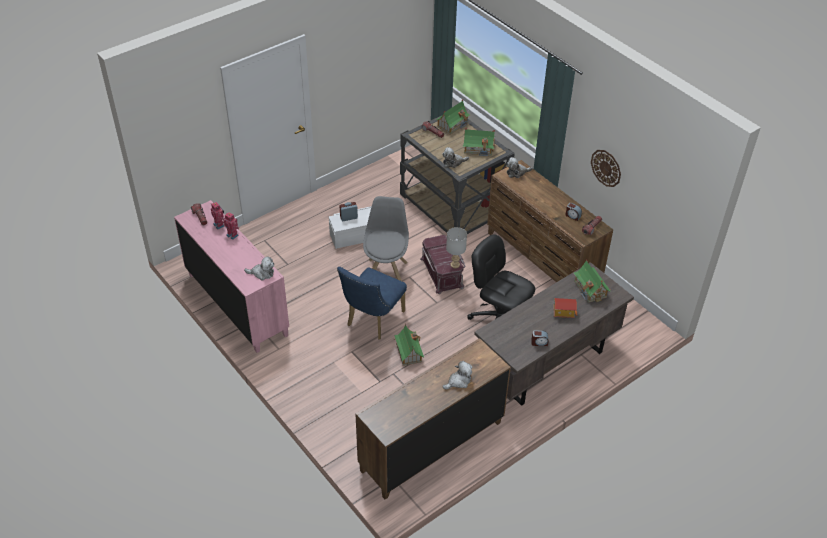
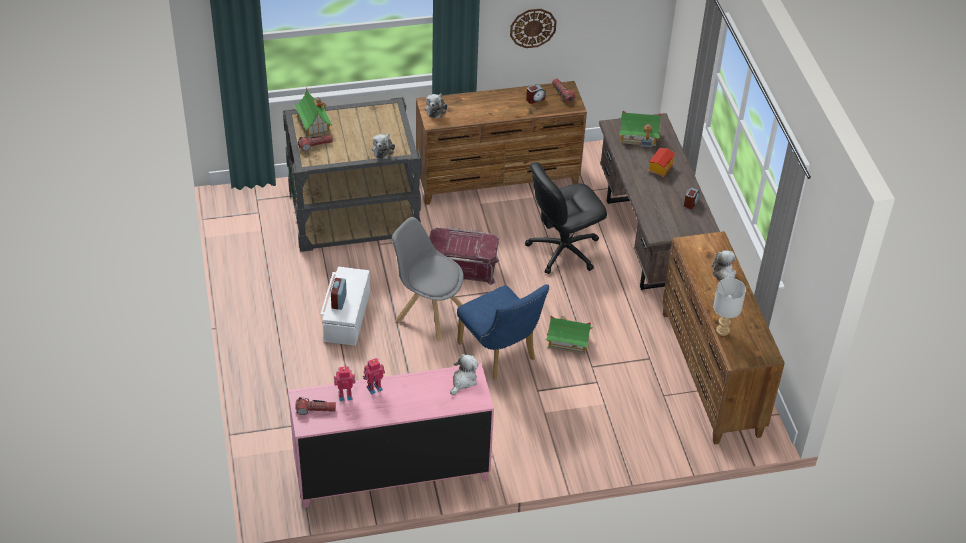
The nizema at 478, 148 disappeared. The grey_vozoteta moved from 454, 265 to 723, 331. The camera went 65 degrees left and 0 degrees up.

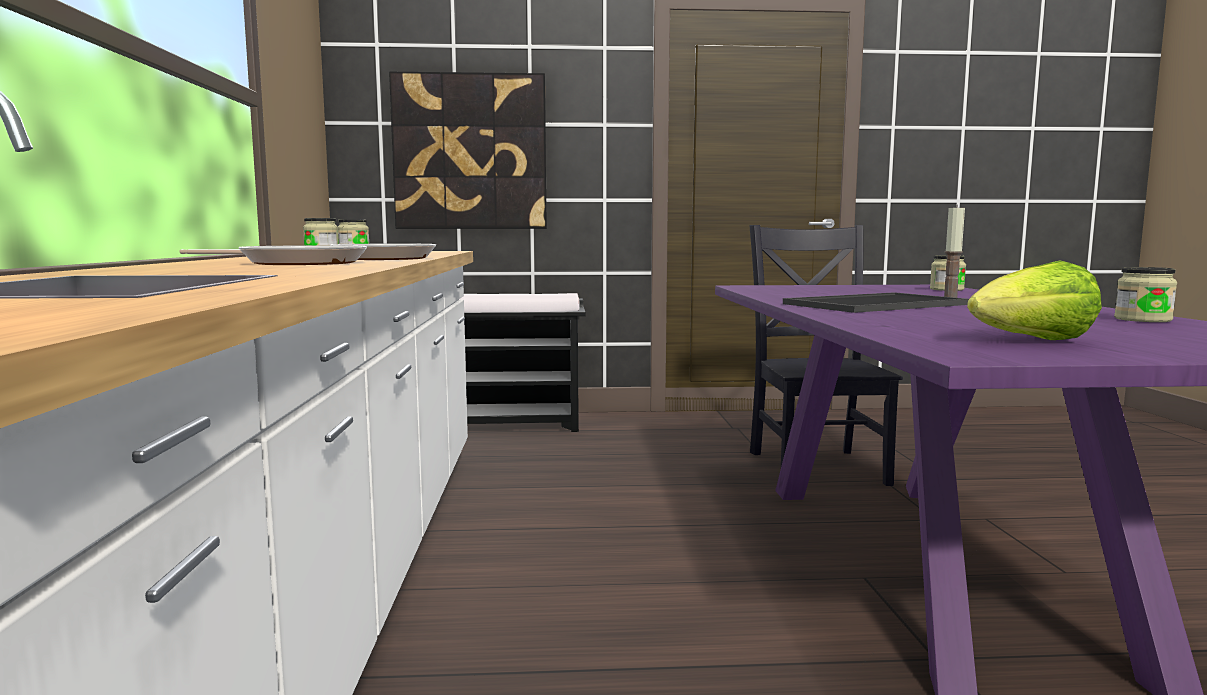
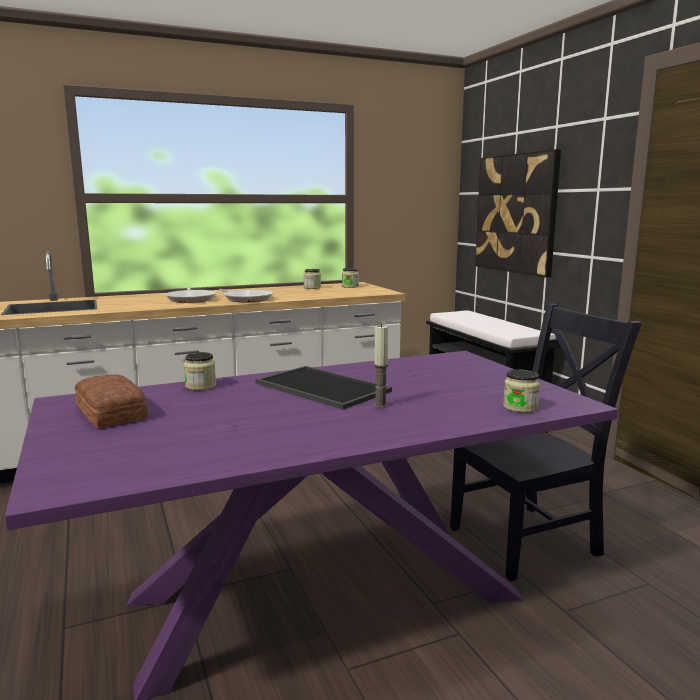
The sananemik at 1031, 341 was replaced by the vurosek at 109, 412. The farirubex moved from 1142, 319 to 200, 386. The camera went 70 degrees right and 5 degrees up.

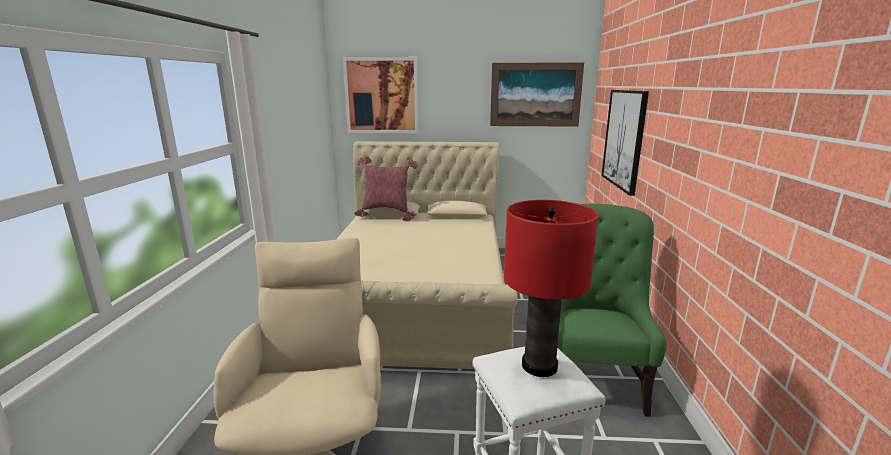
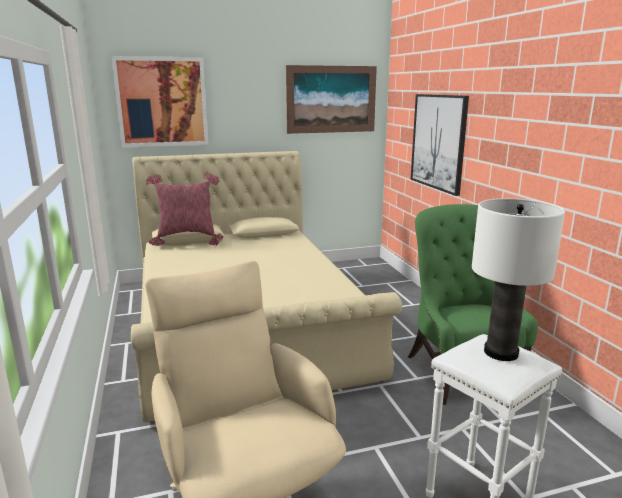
The red_vozoteta at 539, 365 became the white_vozoteta at 500, 352. The camera went 20 degrees left and 0 degrees up.

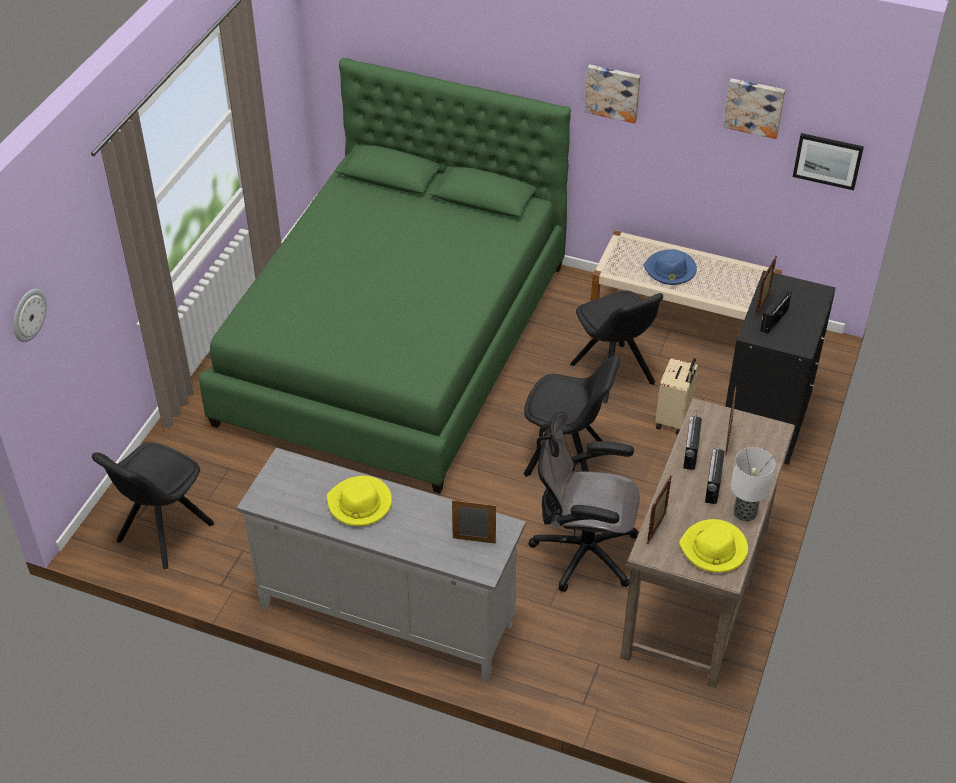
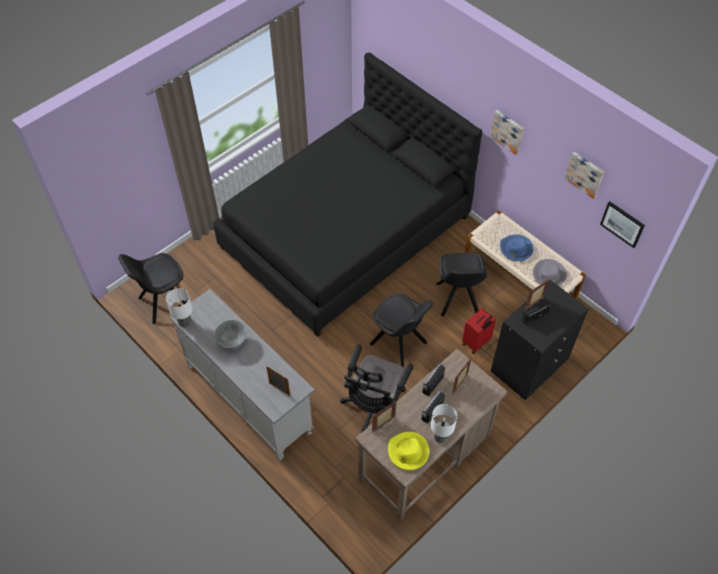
The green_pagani at 396, 342 became the black_pagani at 346, 232. The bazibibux at 28, 314 disappeared. The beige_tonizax at 674, 420 became the red_tonizax at 476, 342. The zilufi at 584, 553 turned 105 degrees counterclockwise. The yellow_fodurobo at 359, 504 was replaced by the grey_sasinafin at 233, 341. The grey_fodurobo at 549, 275 appeared. The vozoteta at 184, 322 appeared. The camera went 25 degrees right and 10 degrees up.

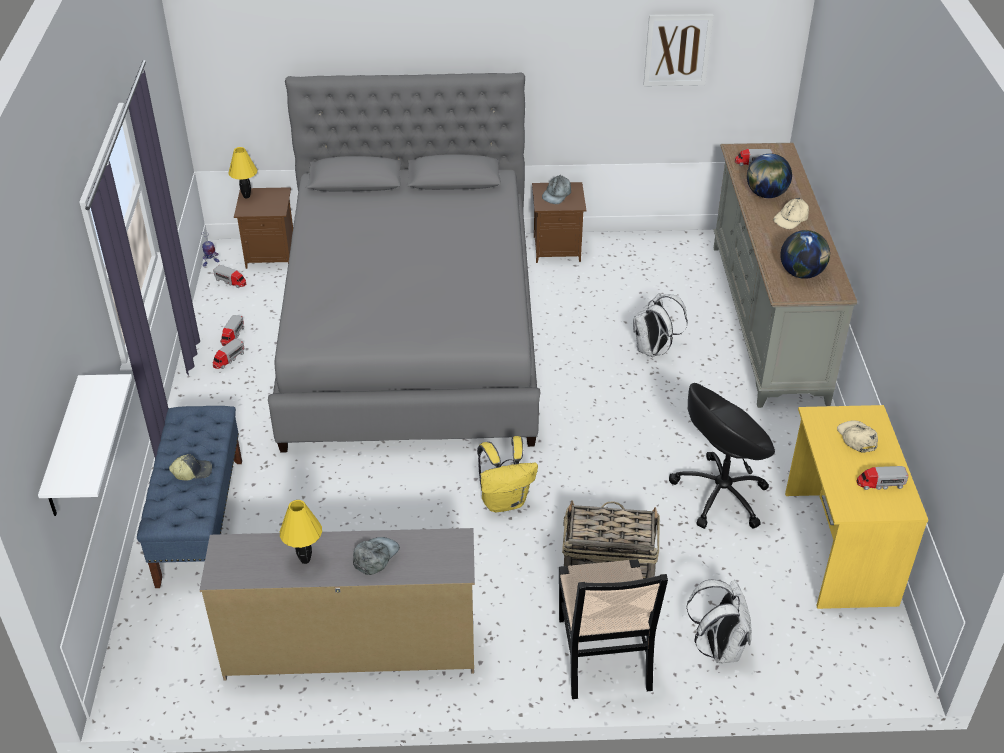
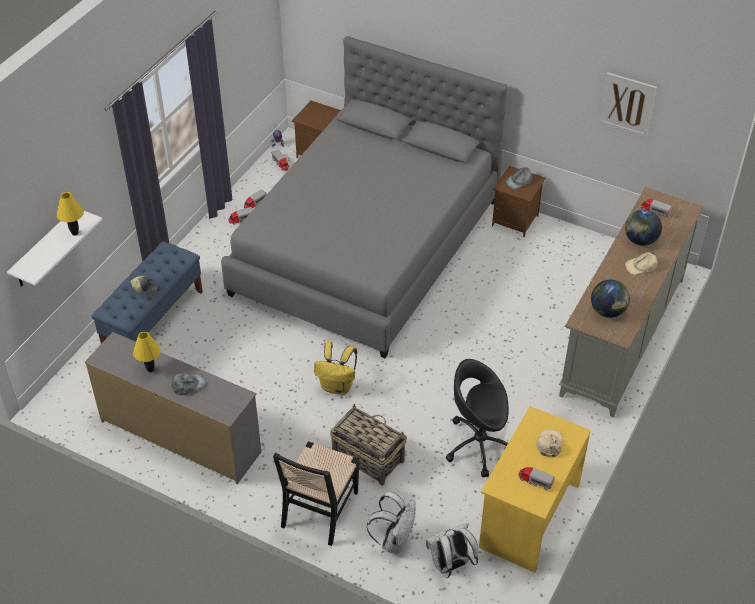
The yellow_vozoteta moved from 246, 196 to 75, 233. The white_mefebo moved from 653, 350 to 450, 565. The camera went 30 degrees right and 5 degrees up.

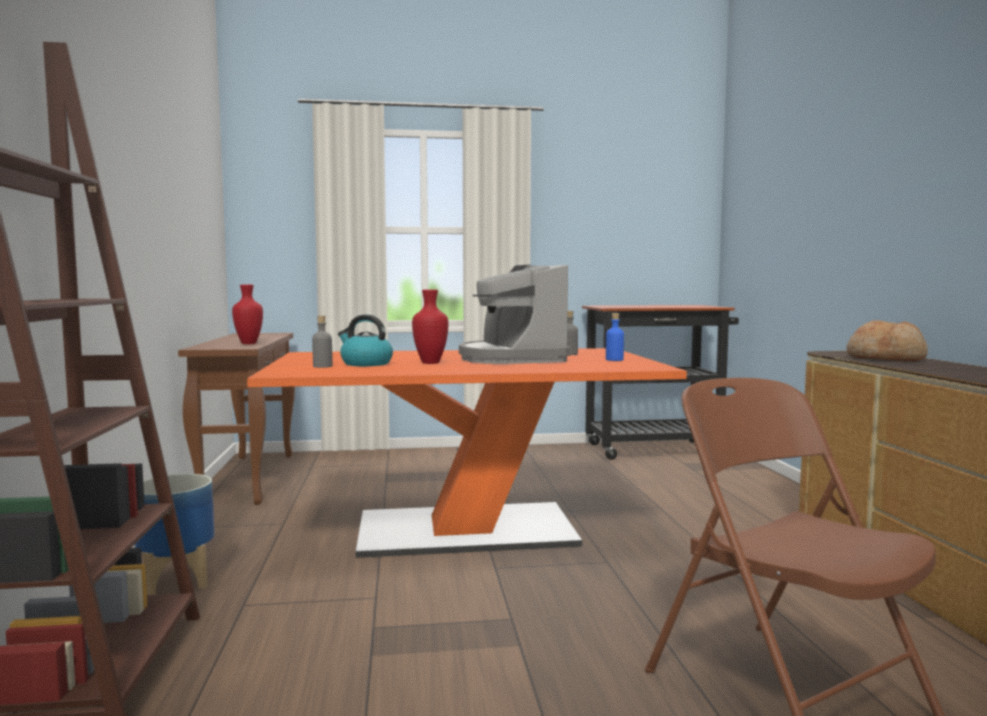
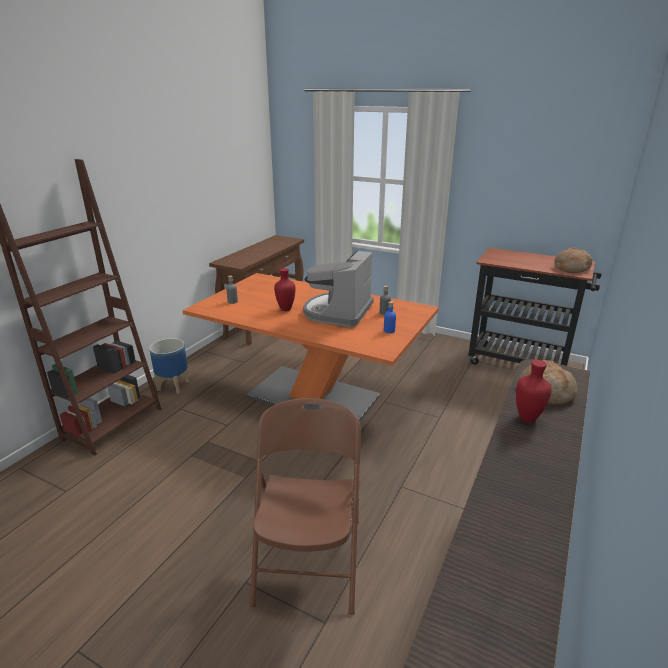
The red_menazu moved from 250, 343 to 528, 418. The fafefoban at 365, 364 disappeared. The vurosek at 571, 268 appeared. The camera went 35 degrees right and 20 degrees up.

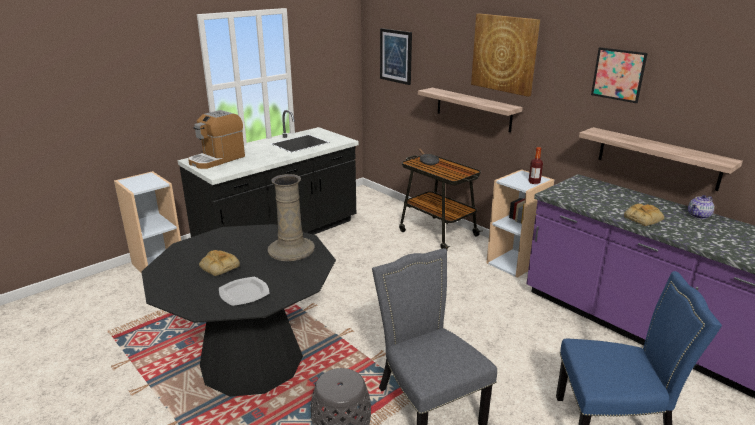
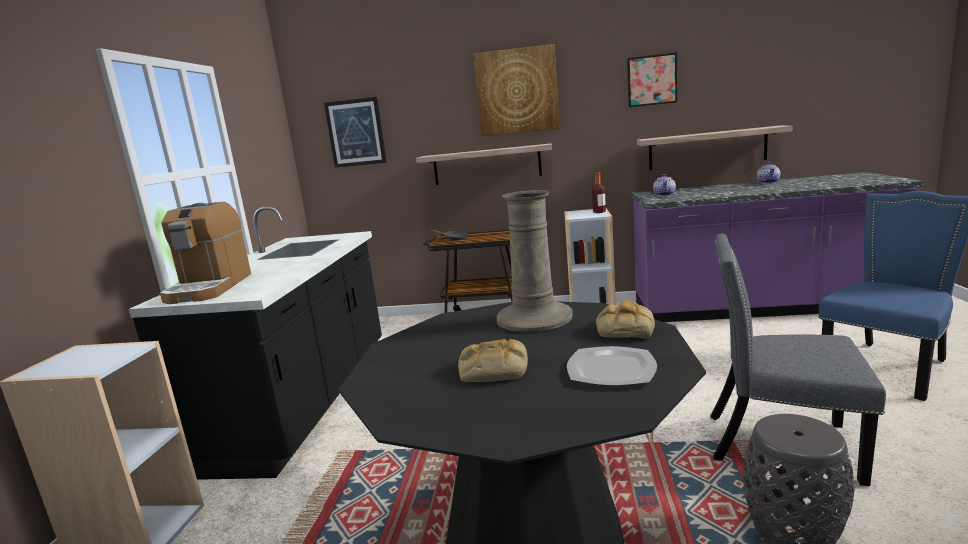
The vurosek moved from 642, 218 to 624, 328. The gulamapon at 664, 194 appeared. The camera went 40 degrees left and 10 degrees down.

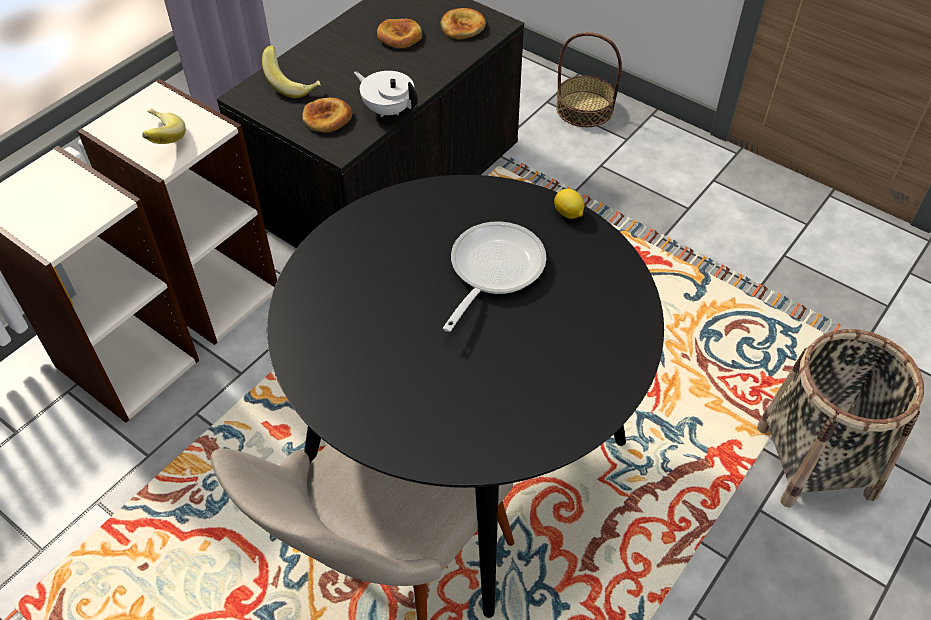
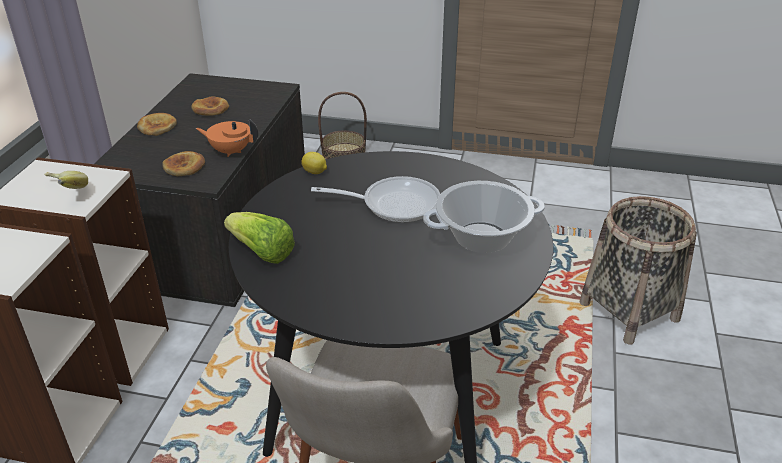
The vurosek moved from 463, 26 to 157, 127. The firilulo at 293, 85 disappeared. The white_gulamapon at 388, 109 became the orange_gulamapon at 230, 151. The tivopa moved from 568, 214 to 315, 172. The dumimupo at 492, 270 turned 90 degrees clockwise. The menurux at 482, 237 appeared. The sananemik at 262, 252 appeared. The camera went 25 degrees left and 15 degrees down.

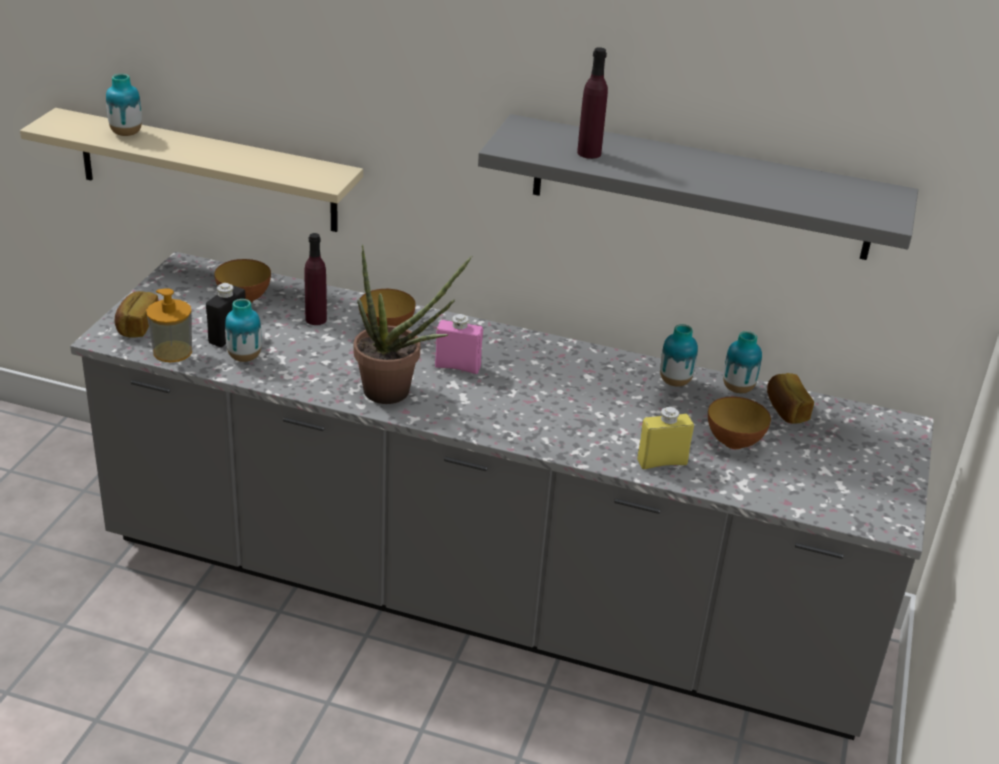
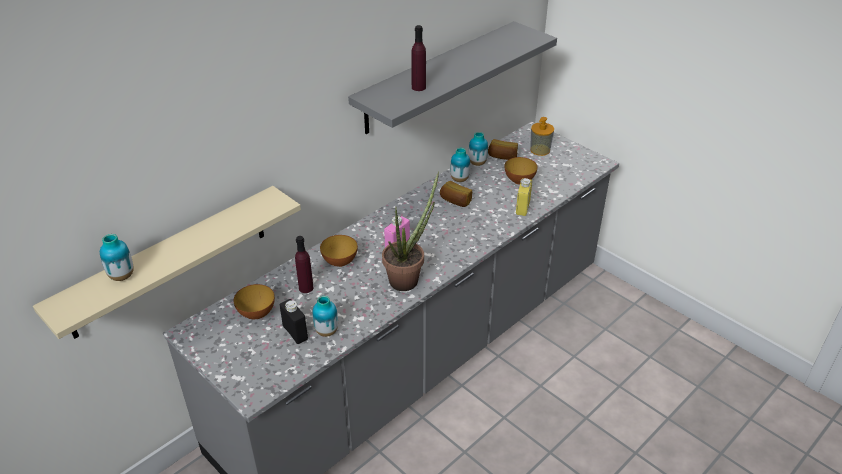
The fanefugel moved from 172, 351 to 540, 150. The vurosek moved from 136, 326 to 455, 201. The camera went 60 degrees left and 5 degrees up.

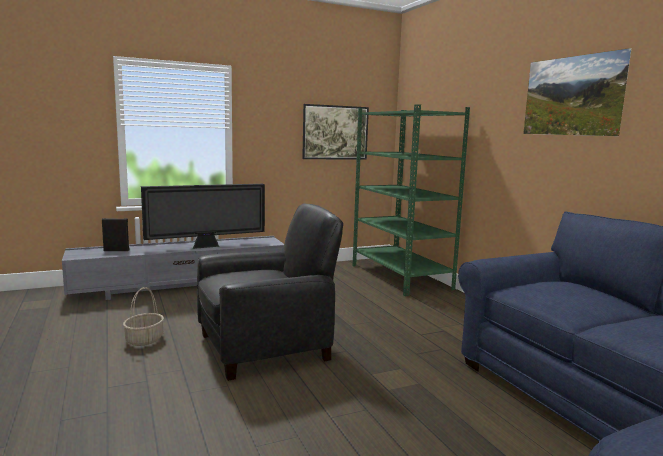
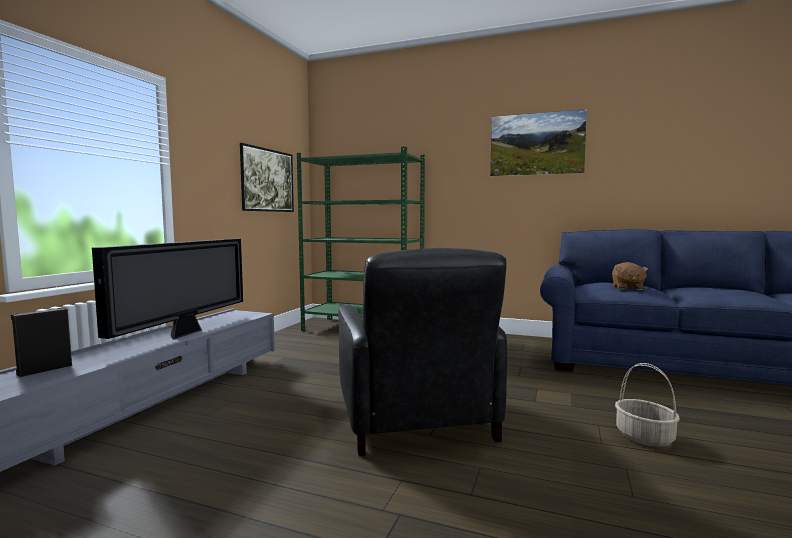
The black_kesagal at 266, 347 turned 150 degrees clockwise. The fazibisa moved from 144, 340 to 645, 437. The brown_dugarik at 627, 288 appeared. The camera went 45 degrees left and 5 degrees down.

